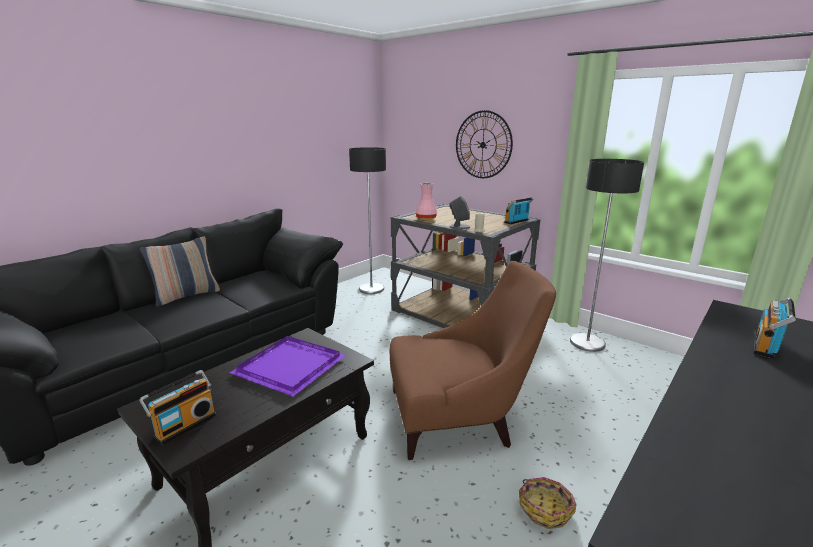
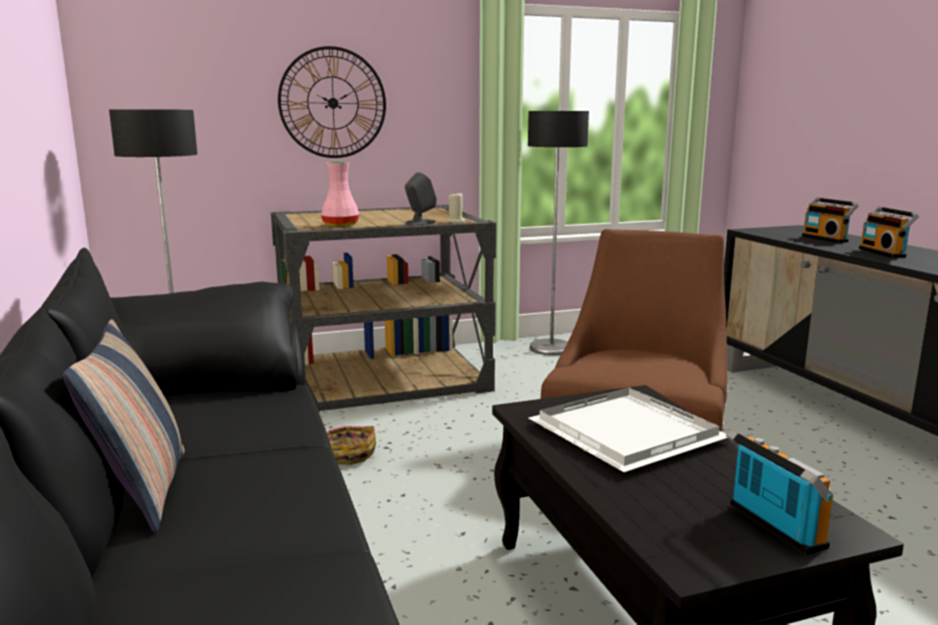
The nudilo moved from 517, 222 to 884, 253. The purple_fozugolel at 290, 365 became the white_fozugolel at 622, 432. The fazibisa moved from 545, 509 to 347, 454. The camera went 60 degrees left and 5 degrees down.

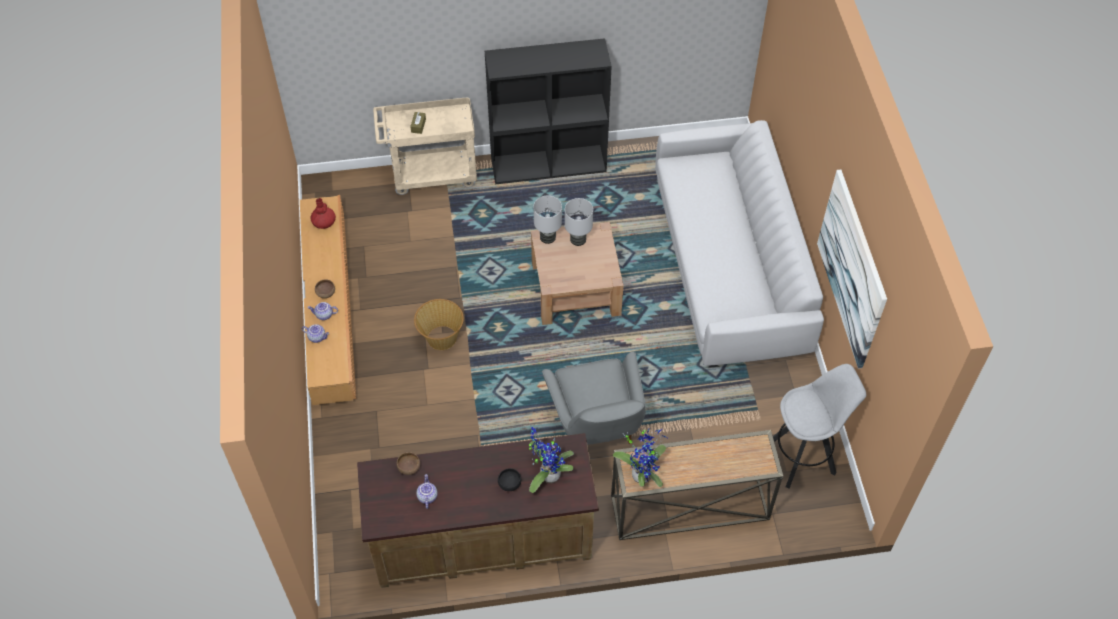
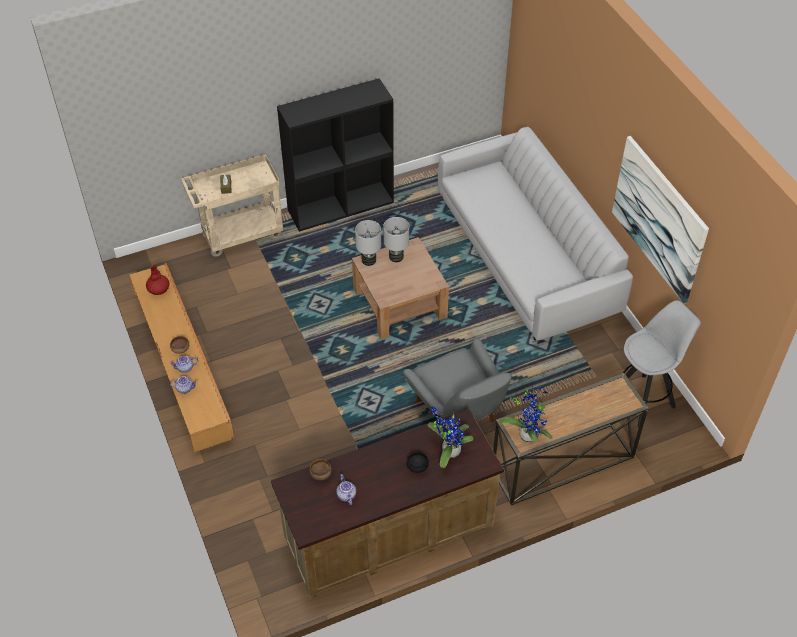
The fazibisa at 441, 338 disappeared. The camera went 15 degrees left and 5 degrees down.

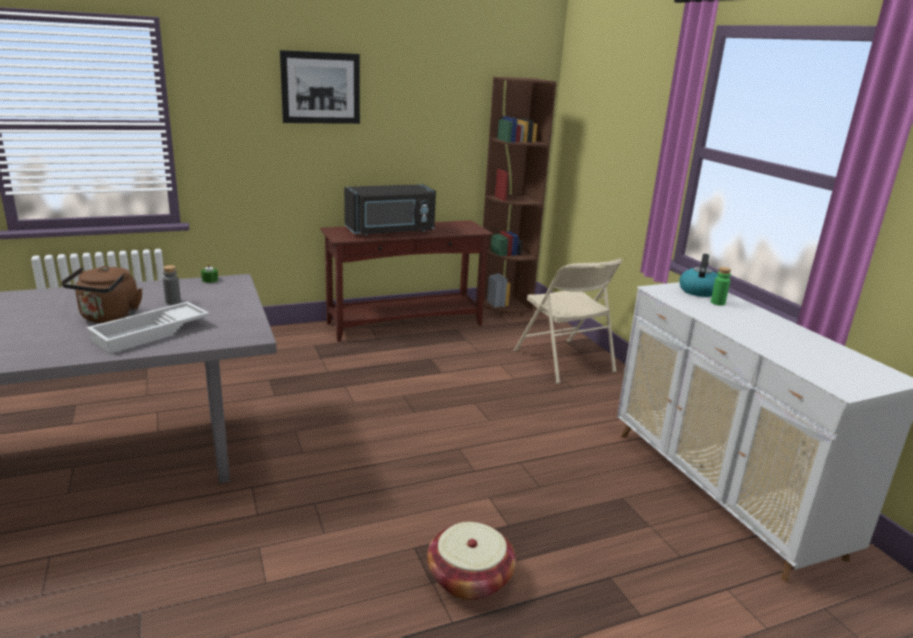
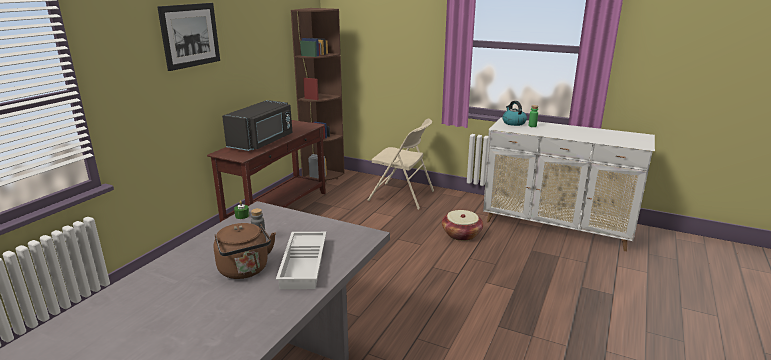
The fazibisa moved from 469, 578 to 461, 234. The camera went 40 degrees left and 0 degrees up.

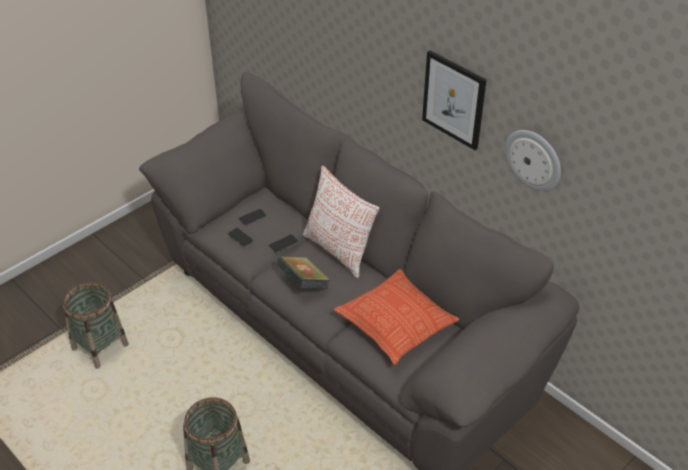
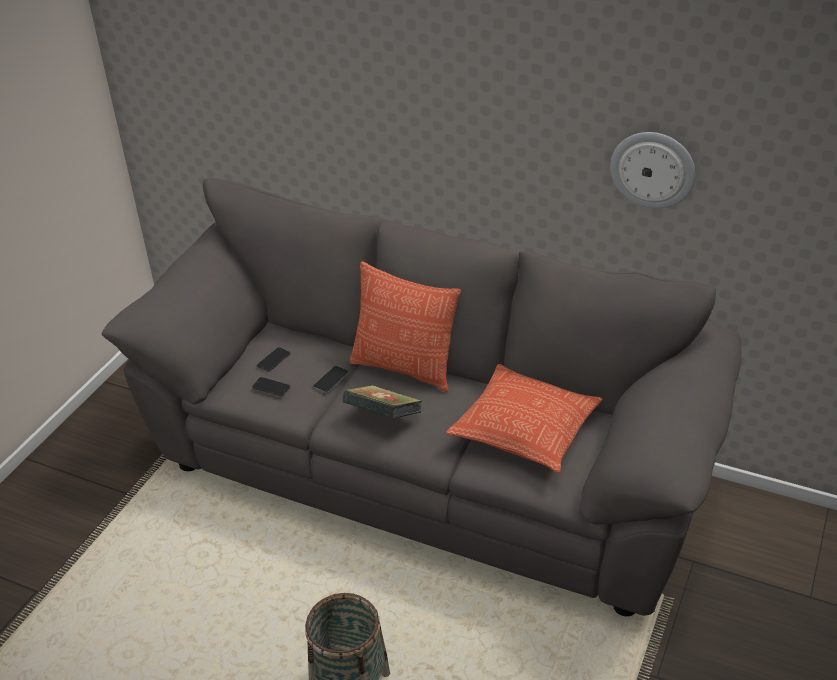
The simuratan at 454, 100 disappeared. The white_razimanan at 339, 251 became the orange_razimanan at 405, 368. The fazibisa at 100, 347 disappeared. The camera went 20 degrees left and 5 degrees down.

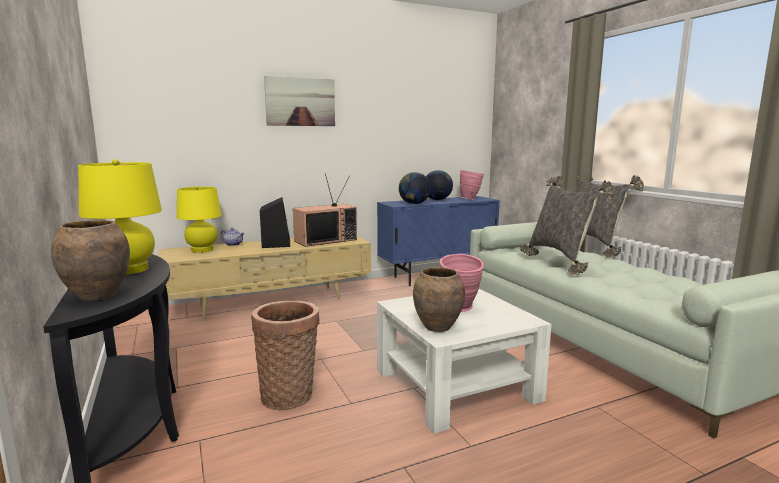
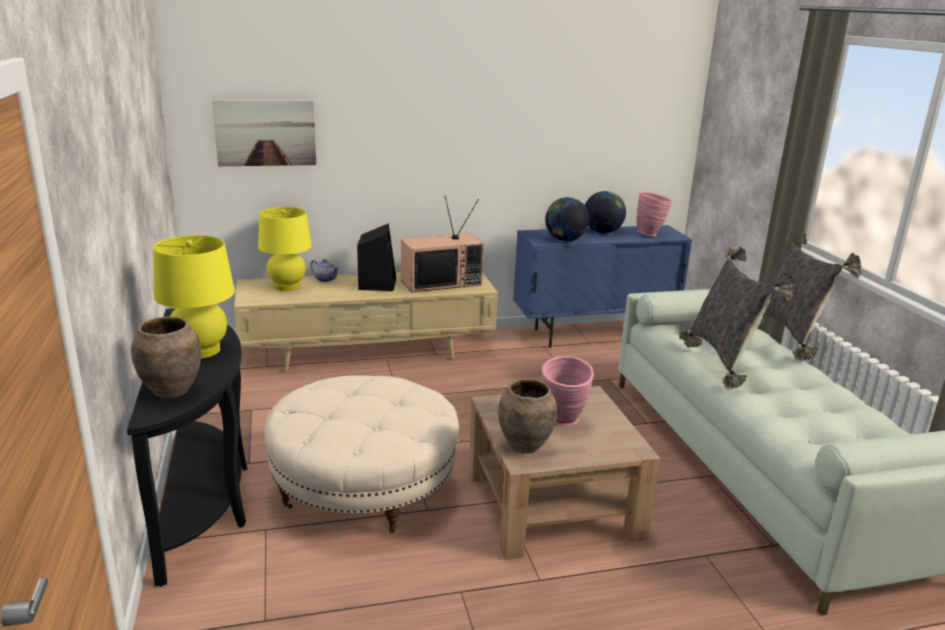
The simuratan moved from 300, 102 to 265, 133. The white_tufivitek at 456, 385 became the brown_tufivitek at 552, 504. The fazibisa at 289, 394 was replaced by the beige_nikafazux at 364, 489. The camera went 10 degrees right and 10 degrees up.

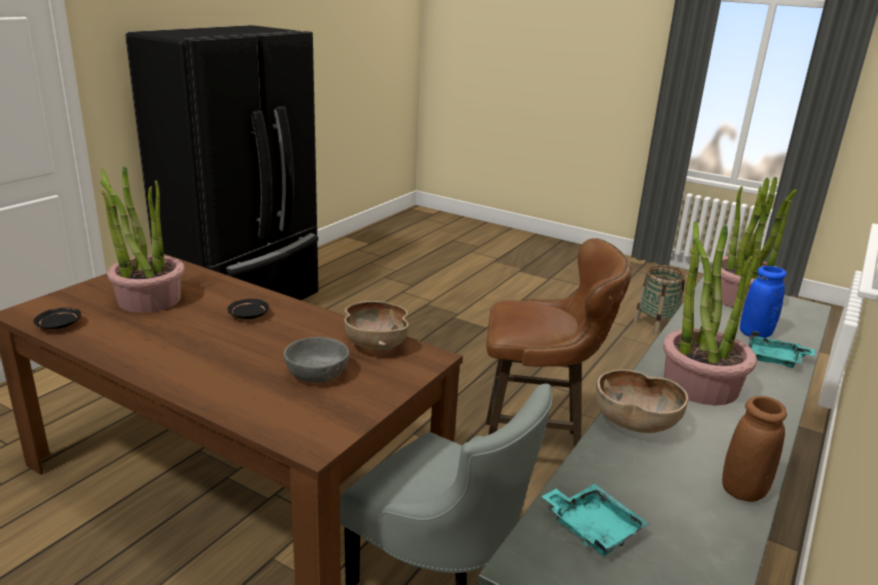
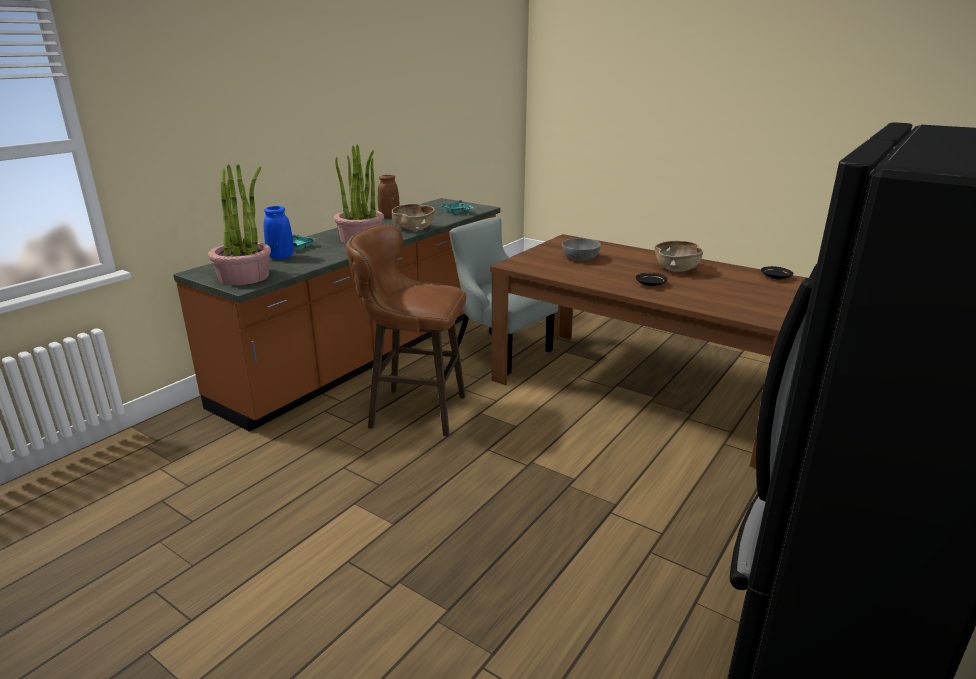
The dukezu at 149, 299 disappeared. The fazibisa at 656, 325 disappeared. The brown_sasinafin moved from 375, 344 to 676, 269. The camera went 175 degrees left and 0 degrees up.

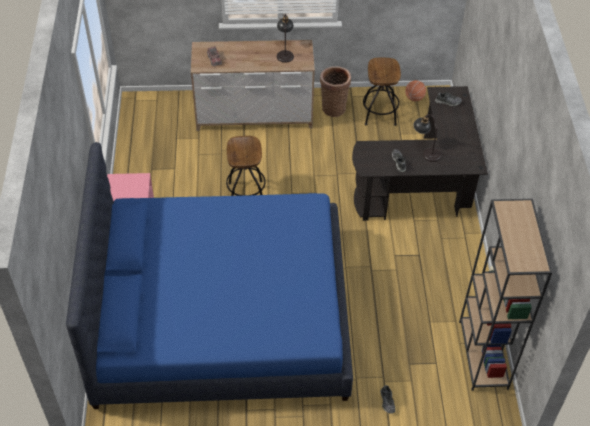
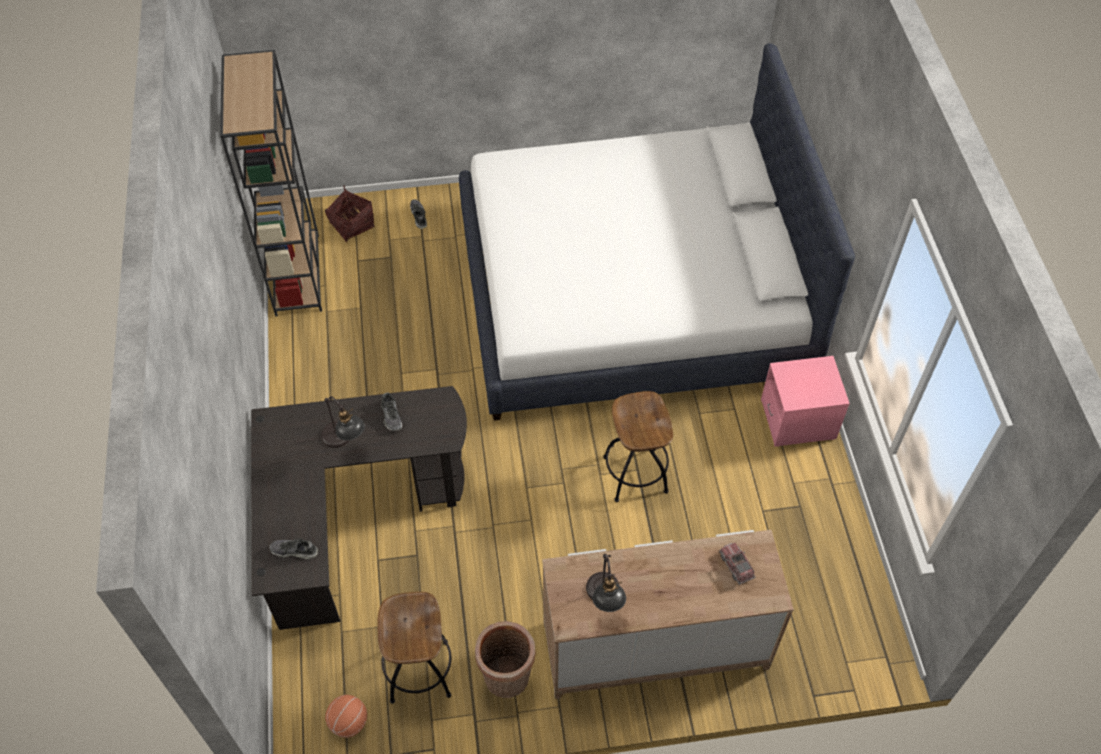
The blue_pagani at 221, 314 became the white_pagani at 631, 293. The fazibisa at 352, 225 appeared. The camera went 175 degrees right and 5 degrees up.

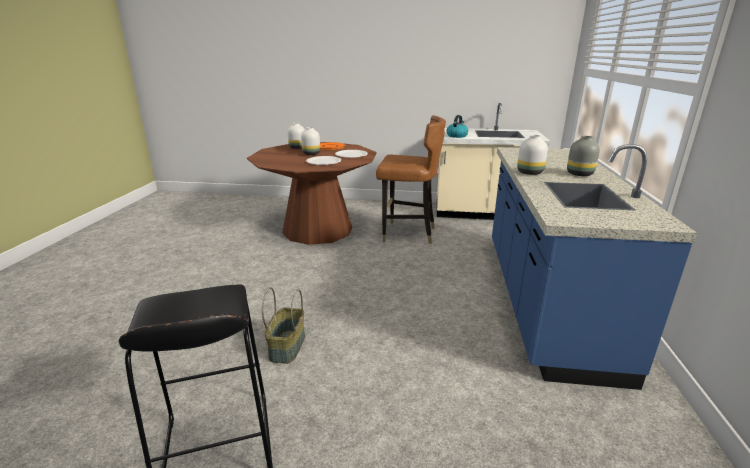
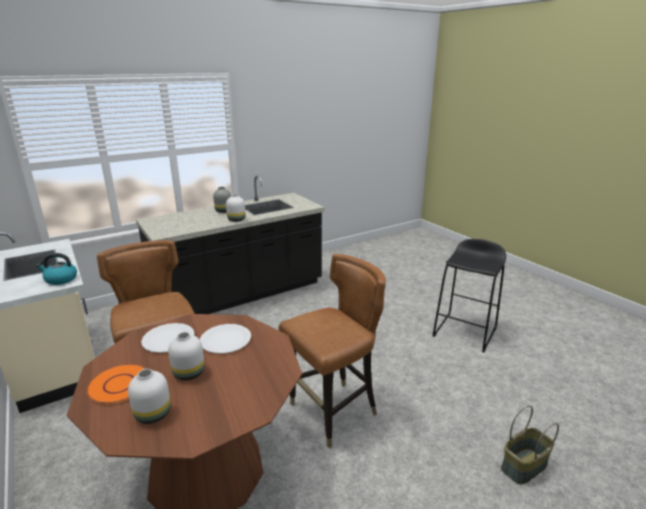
The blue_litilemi at 543, 300 became the black_litilemi at 240, 295. The fazibisa moved from 287, 346 to 524, 467. The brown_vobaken at 333, 412 appeared. The camera went 130 degrees left and 0 degrees up.

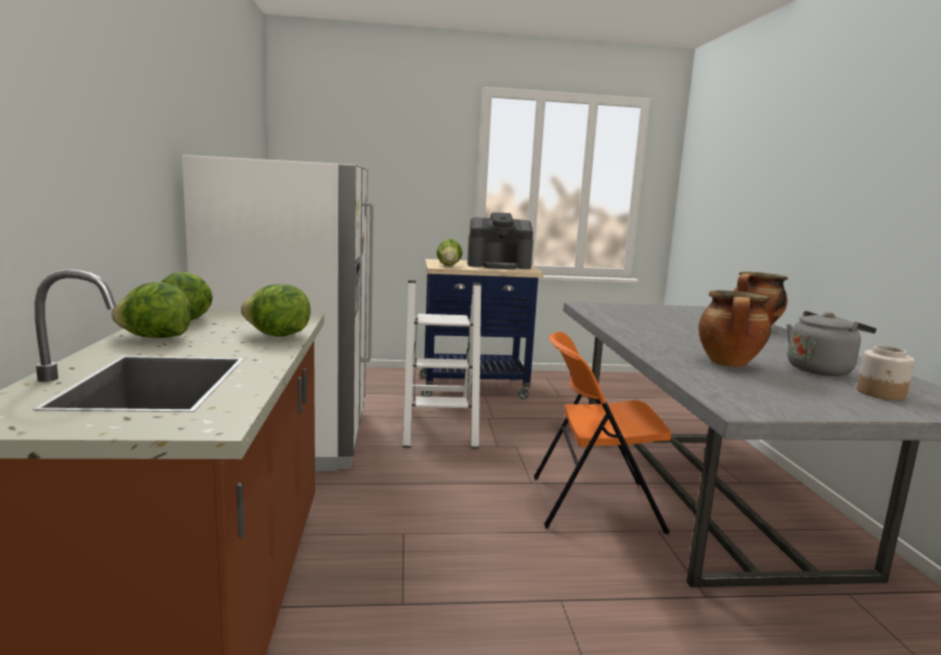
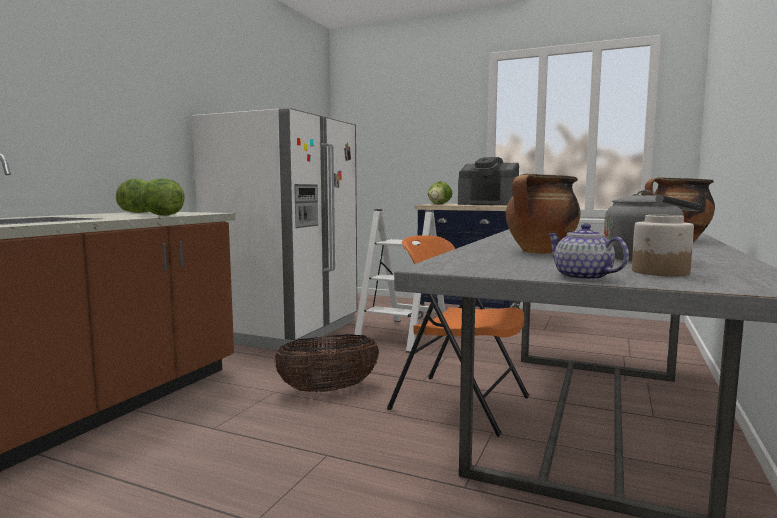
The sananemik at 155, 338 disappeared. The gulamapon at 583, 277 appeared. The fazibisa at 328, 390 appeared. The camera went 30 degrees right and 5 degrees down.

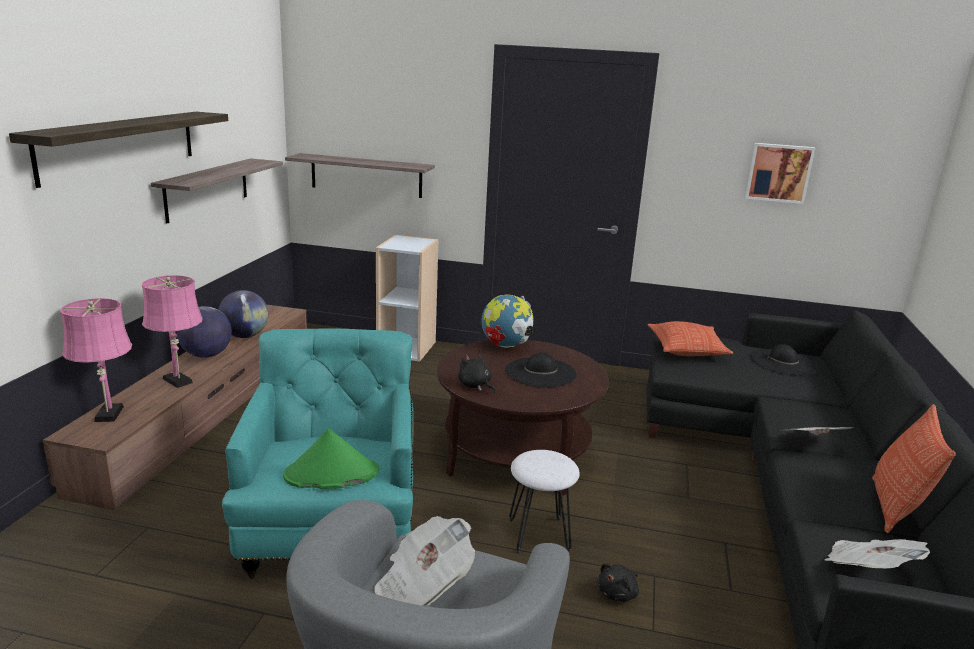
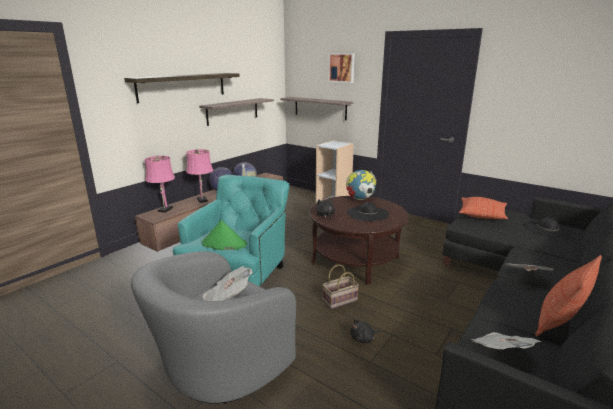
The simuratan moved from 778, 172 to 341, 67. The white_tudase at 539, 535 was replaced by the fazibisa at 339, 301. The camera went 25 degrees right and 0 degrees up.

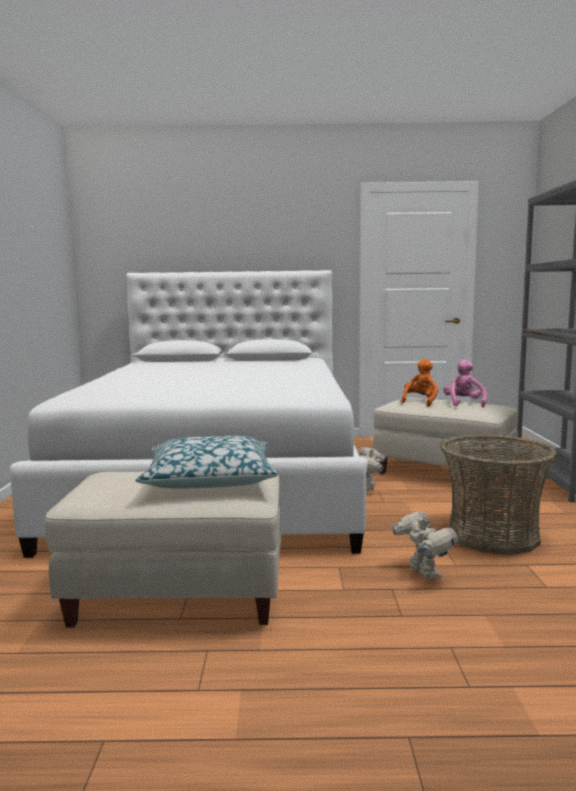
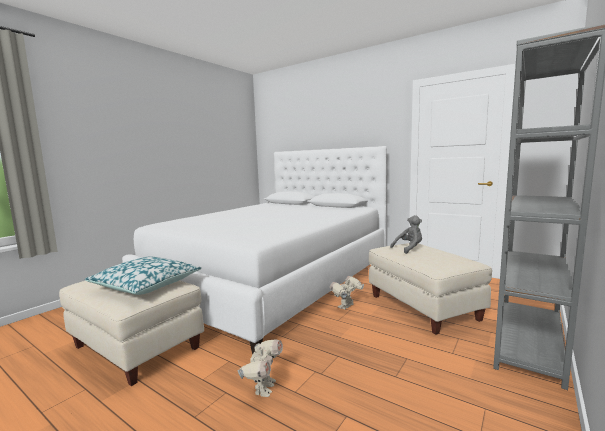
The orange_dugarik at 420, 402 became the grey_dugarik at 409, 249. The pink_dugarik at 463, 404 disappeared. The fazibisa at 493, 536 disappeared. The camera went 35 degrees right and 0 degrees up.

